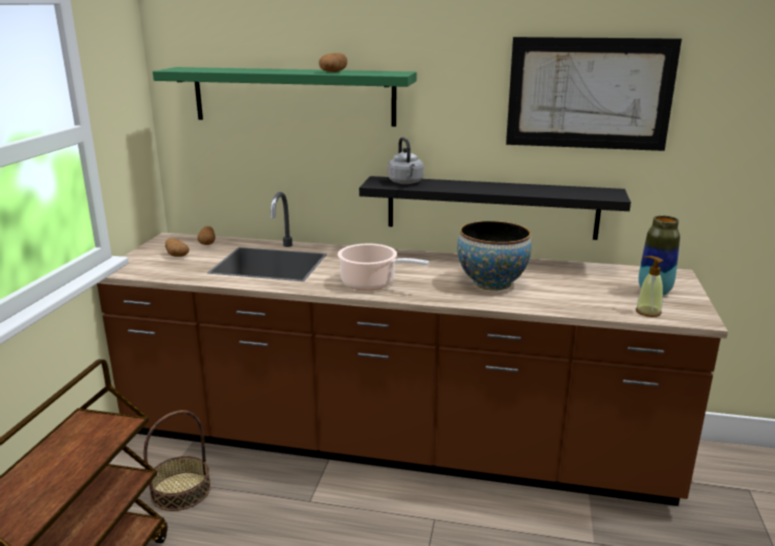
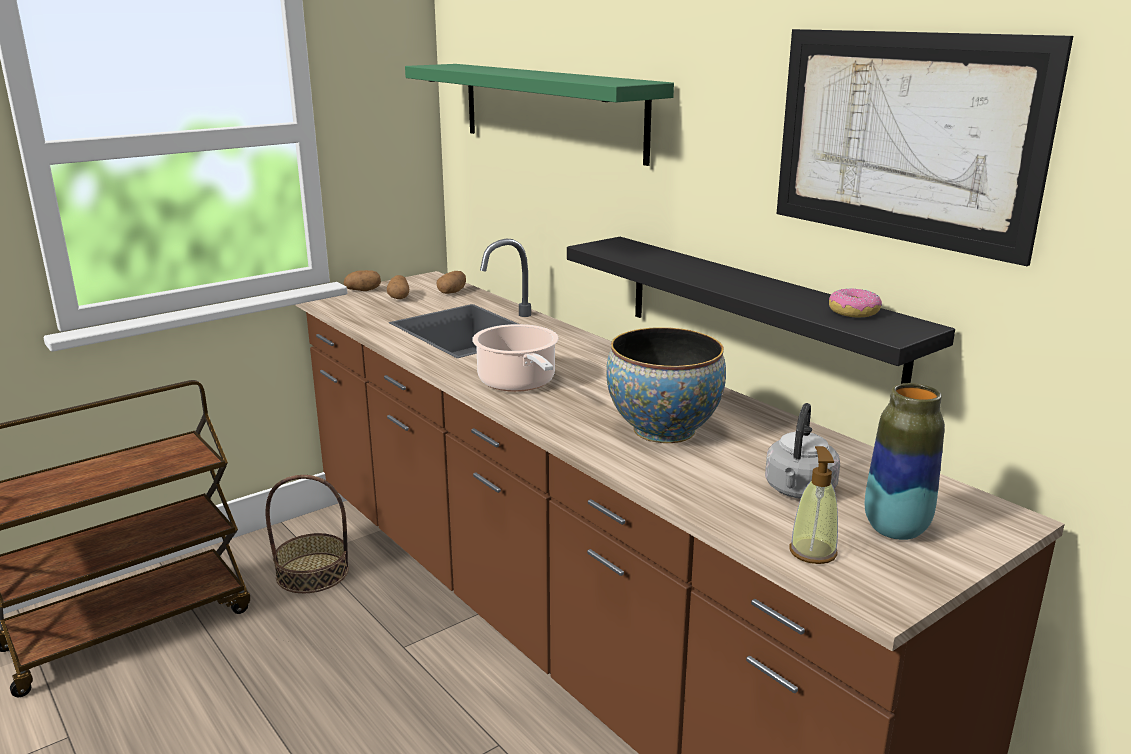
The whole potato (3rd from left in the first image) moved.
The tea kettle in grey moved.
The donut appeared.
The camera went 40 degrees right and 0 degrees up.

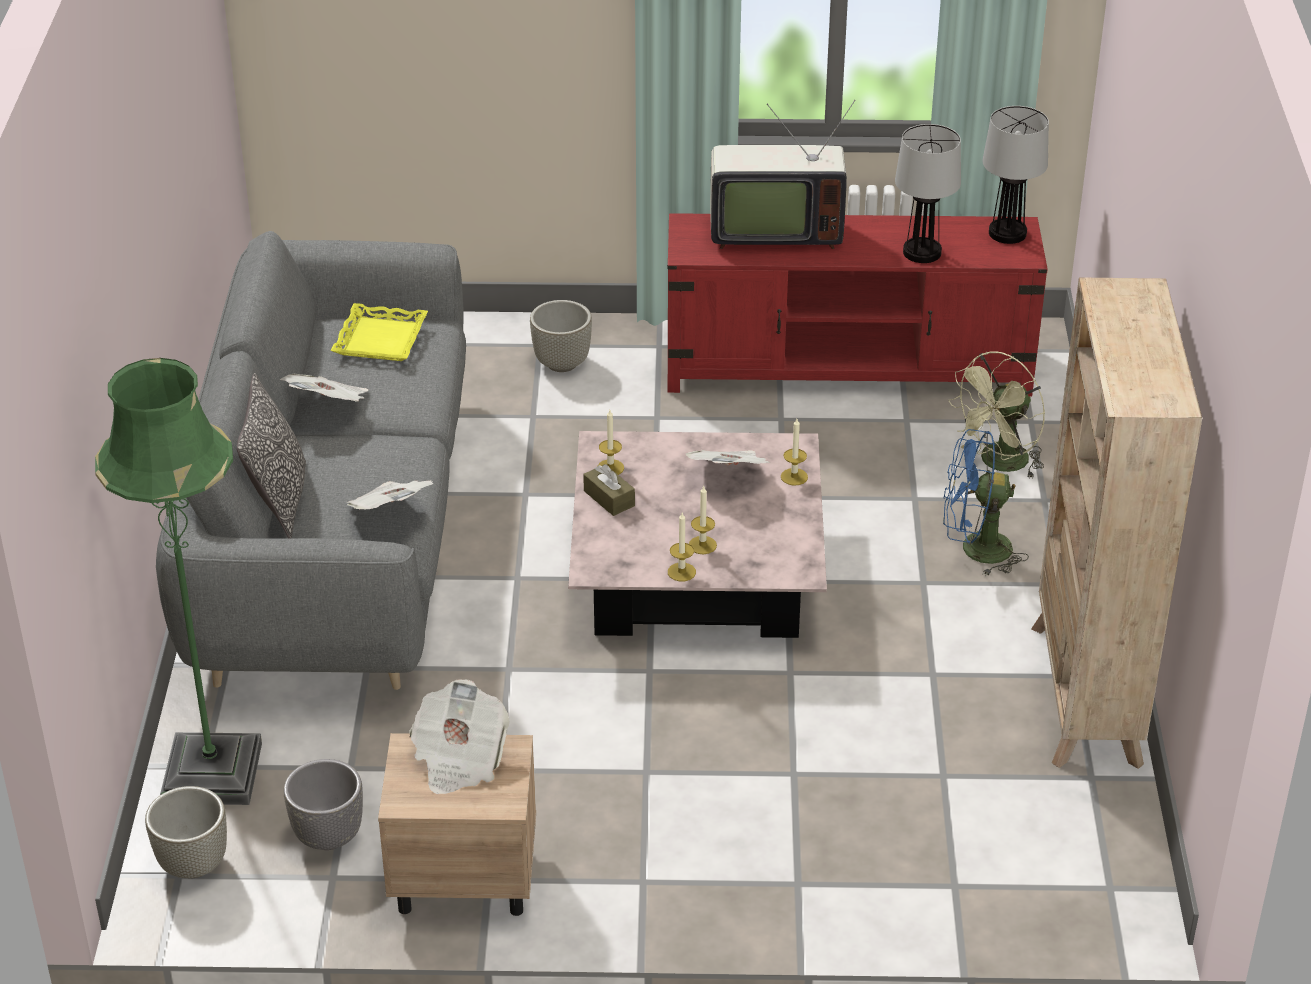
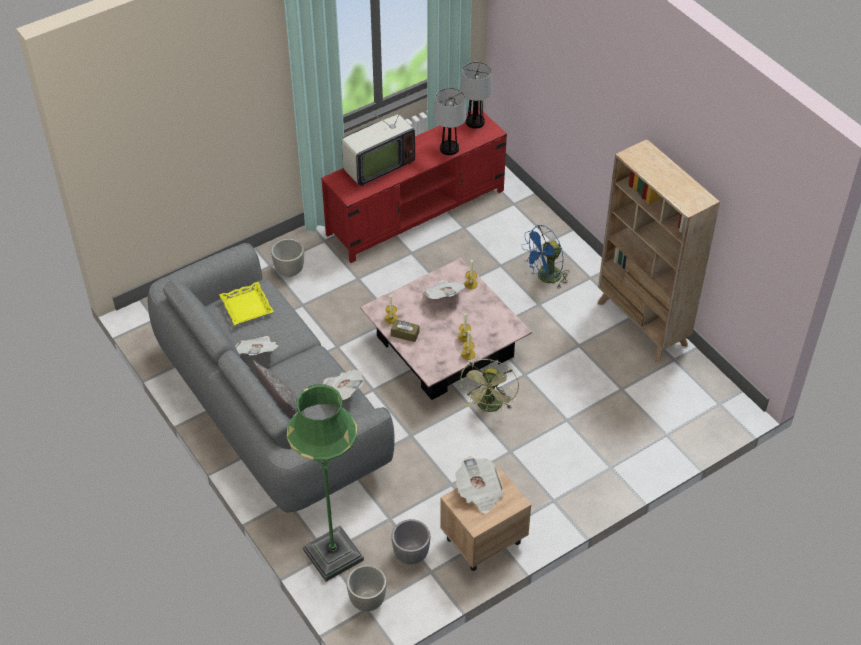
The electric fan in greenish moved.
The camera went 35 degrees left and 10 degrees up.

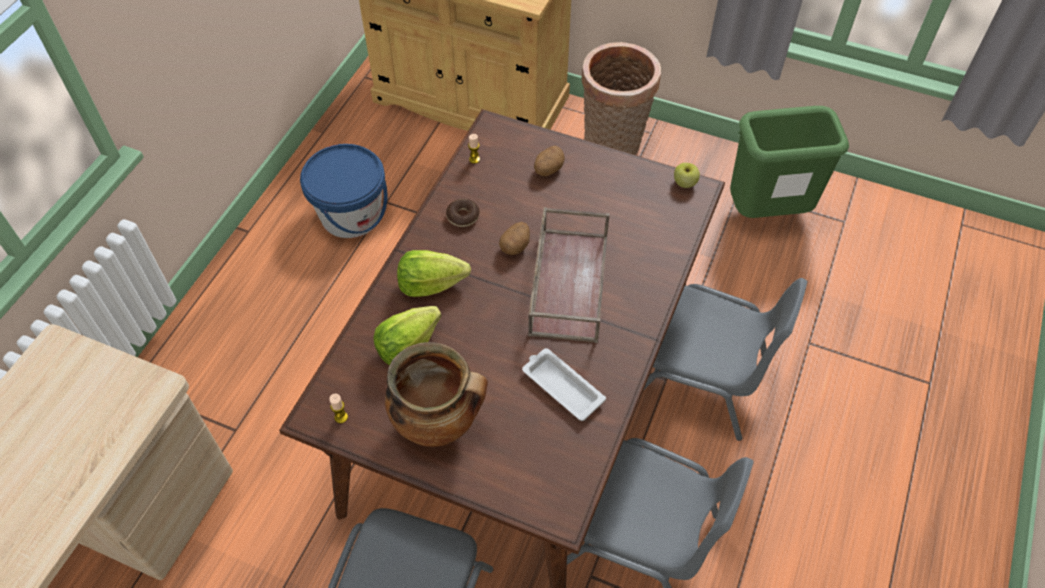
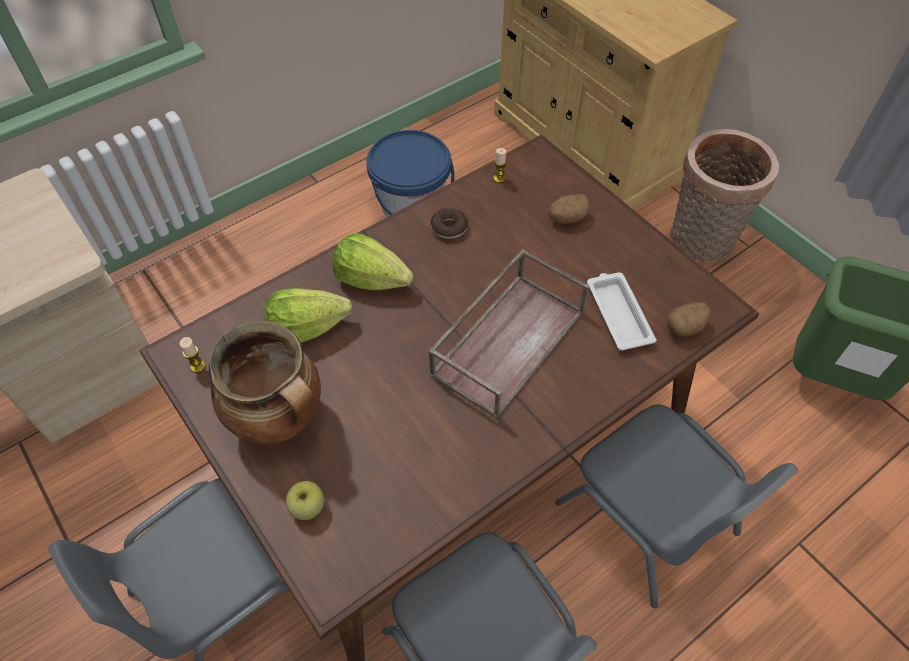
The apple moved.
The tray in whitish moved.
The whole potato (1st from left in the first image) moved.
The camera went 30 degrees right and 0 degrees up.

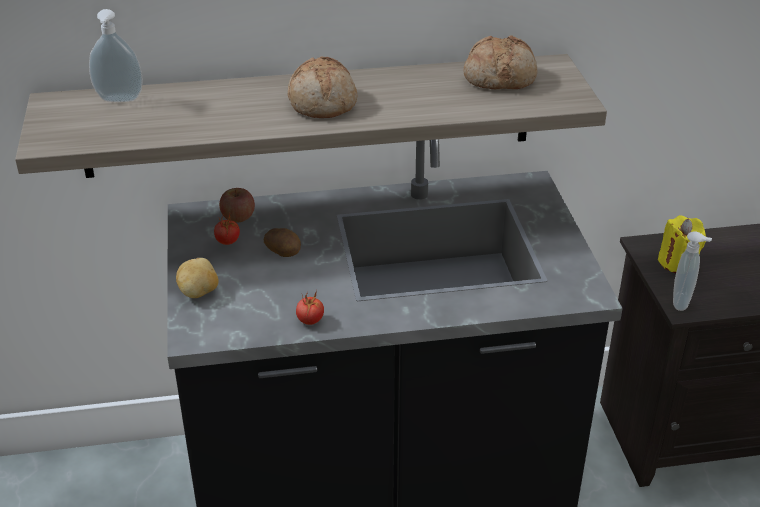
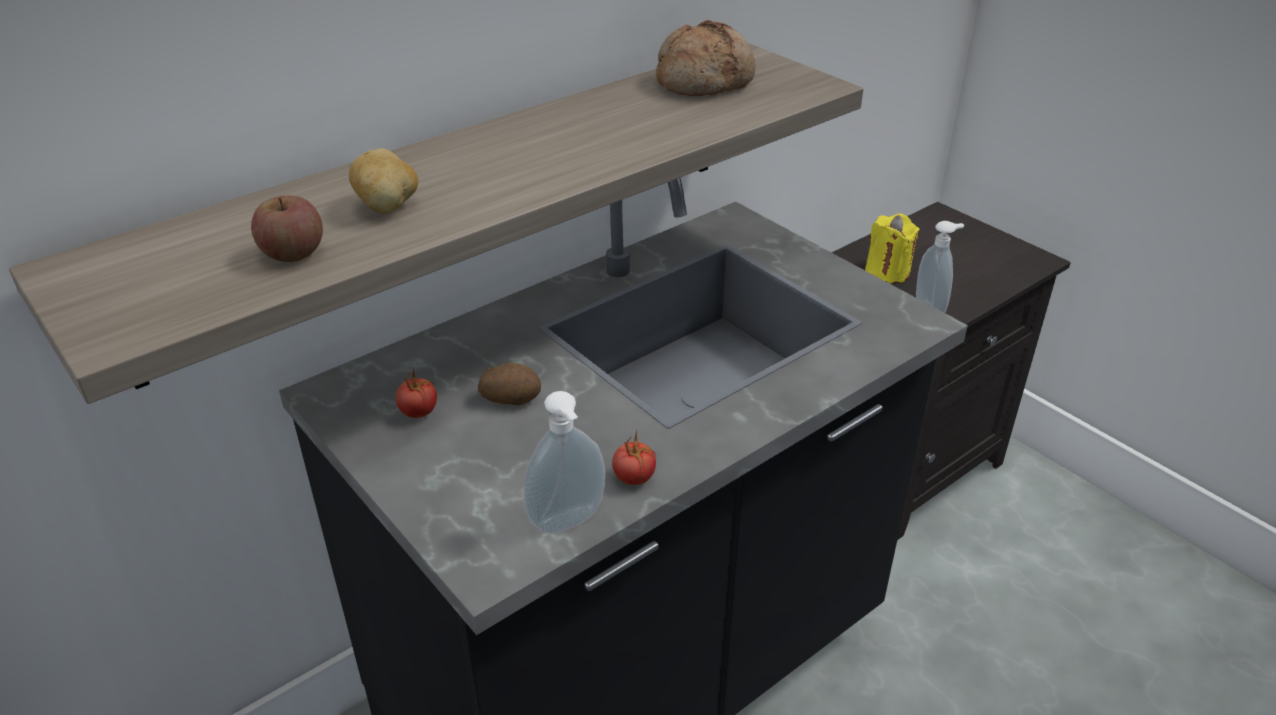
The apple moved.
The whole potato (1st from left) moved.
The soap dispenser (1st from left) moved.
The bakery bread (1st from left) disappeared.
The camera went 30 degrees left and 0 degrees up.

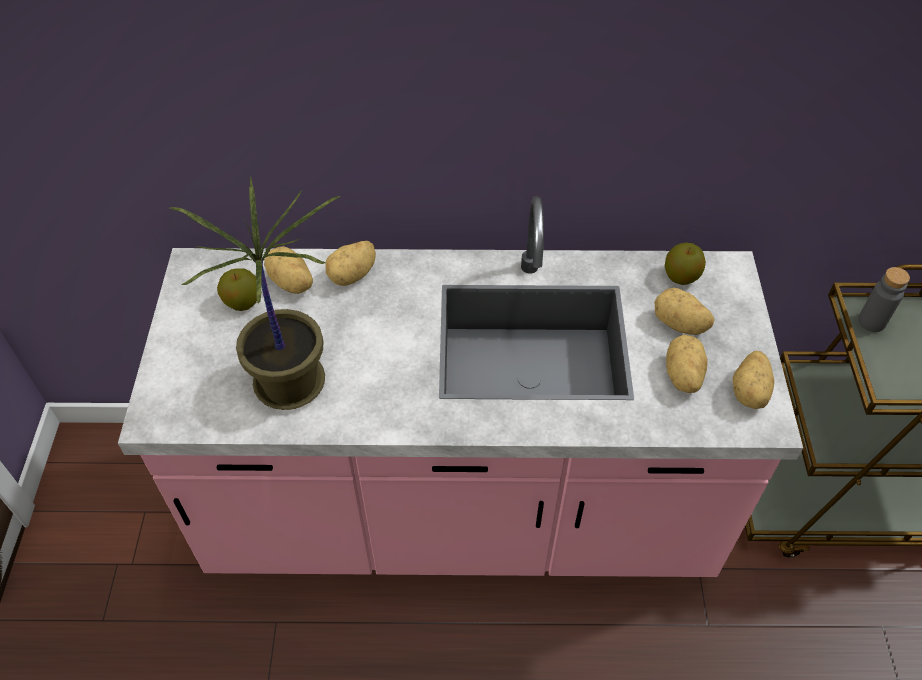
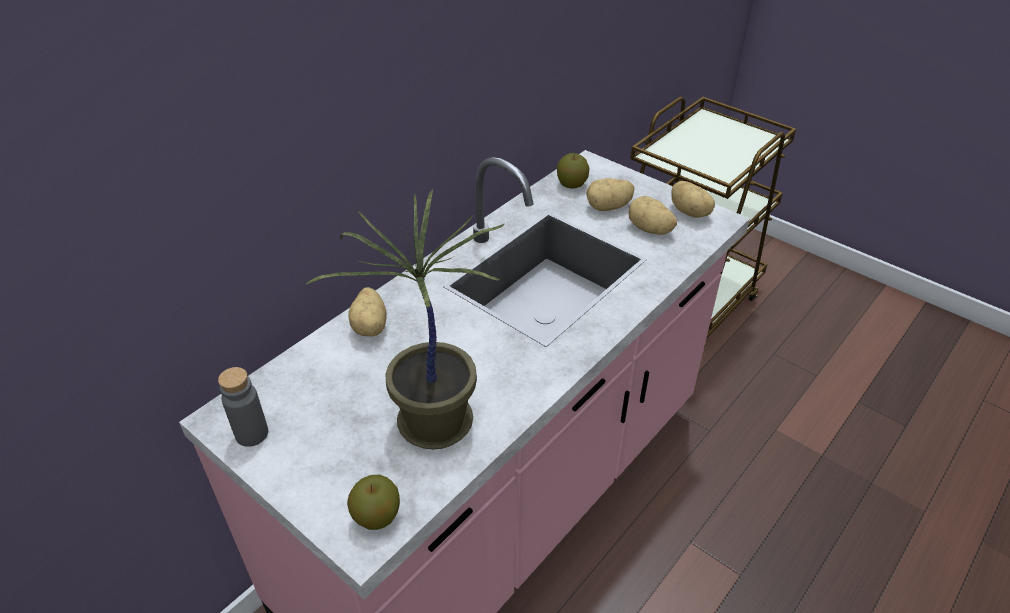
The beverage bottle in grey moved.
The apple (1st from left) moved.
The whole potato (1st from left) disappeared.
The camera went 50 degrees left and 10 degrees down.

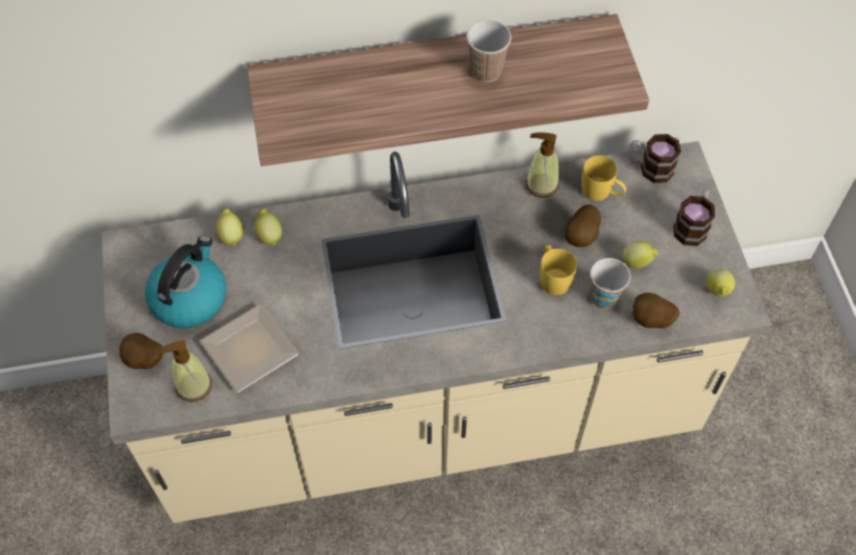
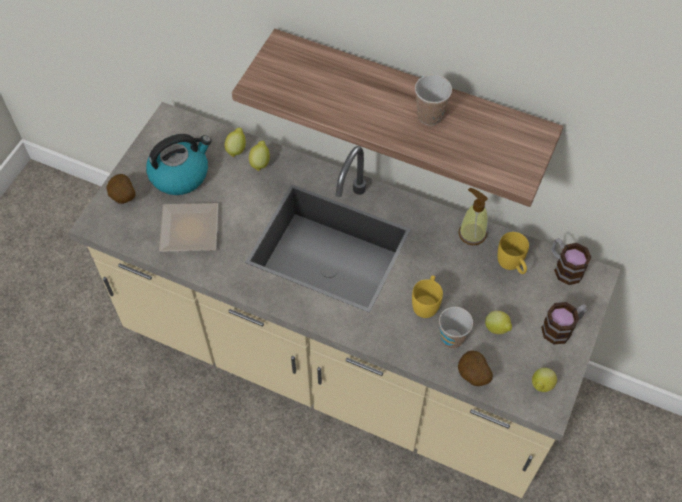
The soap dispenser (1st from left) disappeared.
The whole potato (2nd from left) disappeared.
The camera went 35 degrees right and 0 degrees up.

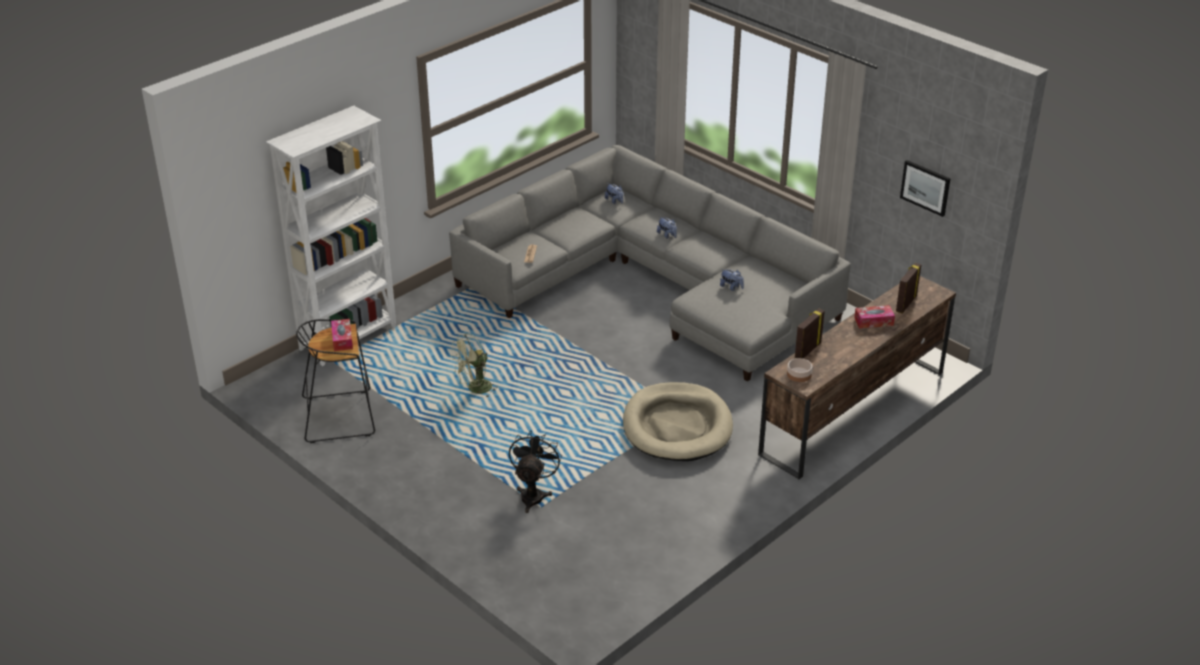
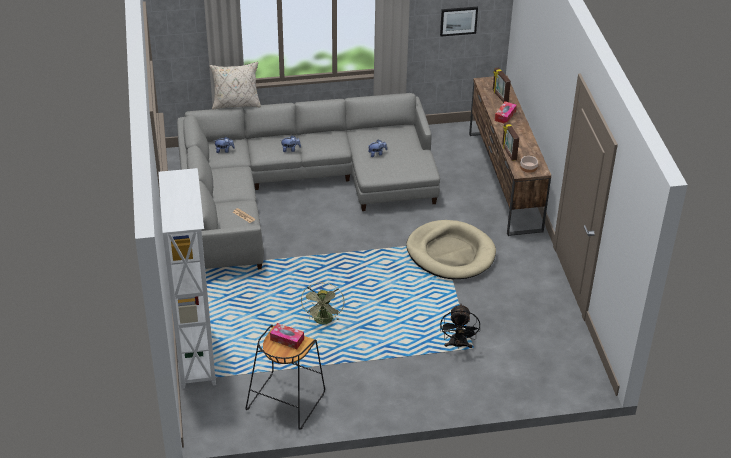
The throw pillow in beige-coloured appeared.
The electric fan in black turned 135 degrees counterclockwise.
The camera went 55 degrees left and 5 degrees up.

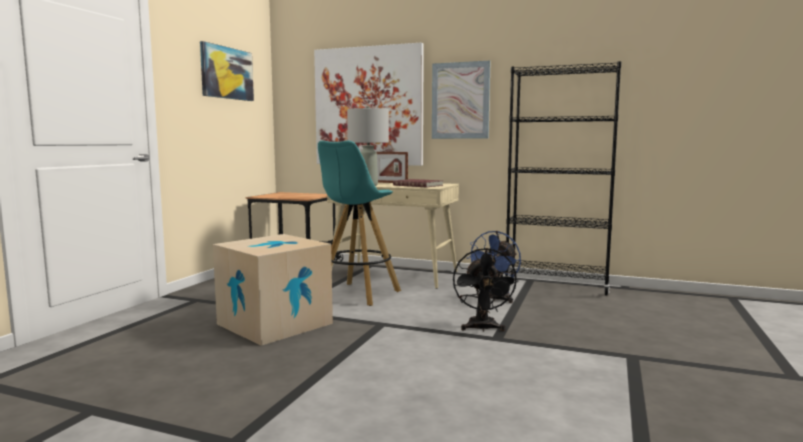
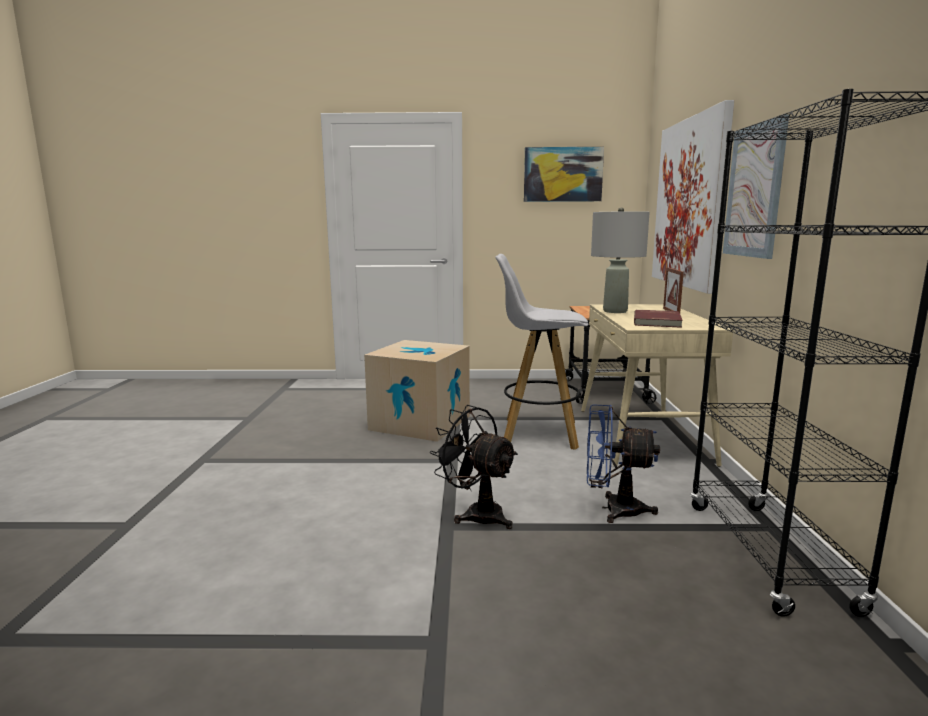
The electric fan in black turned 60 degrees clockwise.
The sitting stool in turquoise became the sitting stool in whitish.
The camera went 70 degrees right and 5 degrees up.

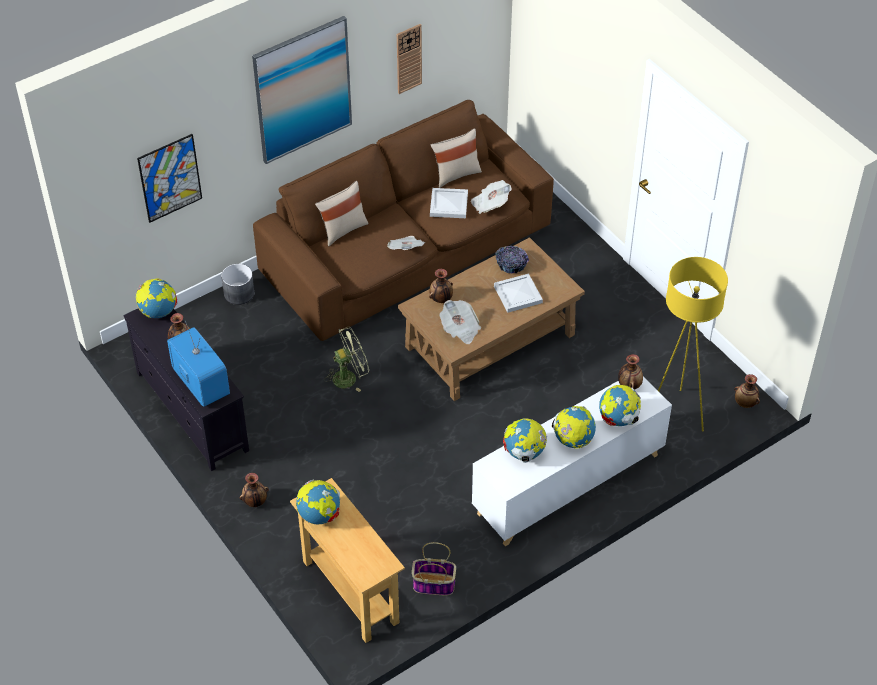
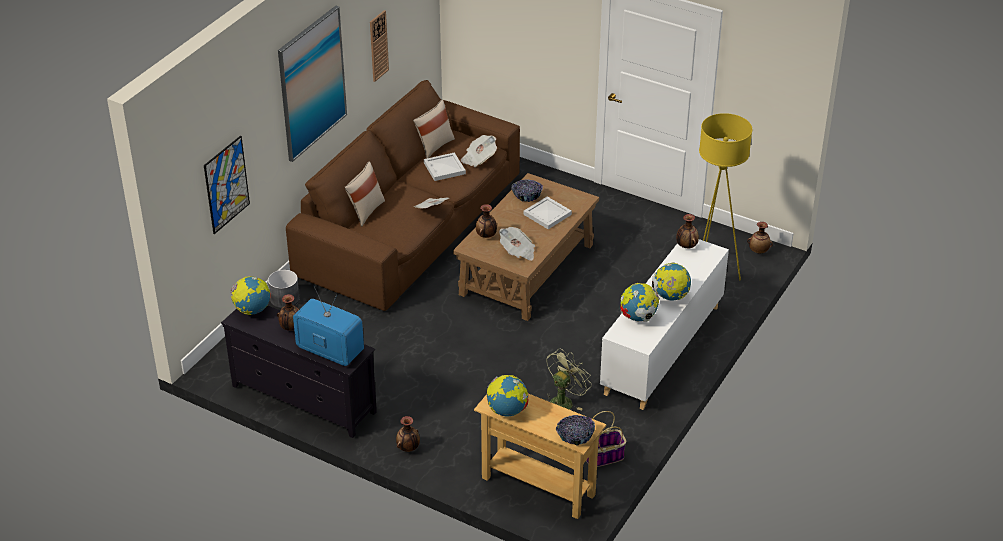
The electric fan in greenish moved.
The bowl (2nd from left) appeared.
The globe (5th from left) disappeared.
The camera went 25 degrees left and 10 degrees down.

